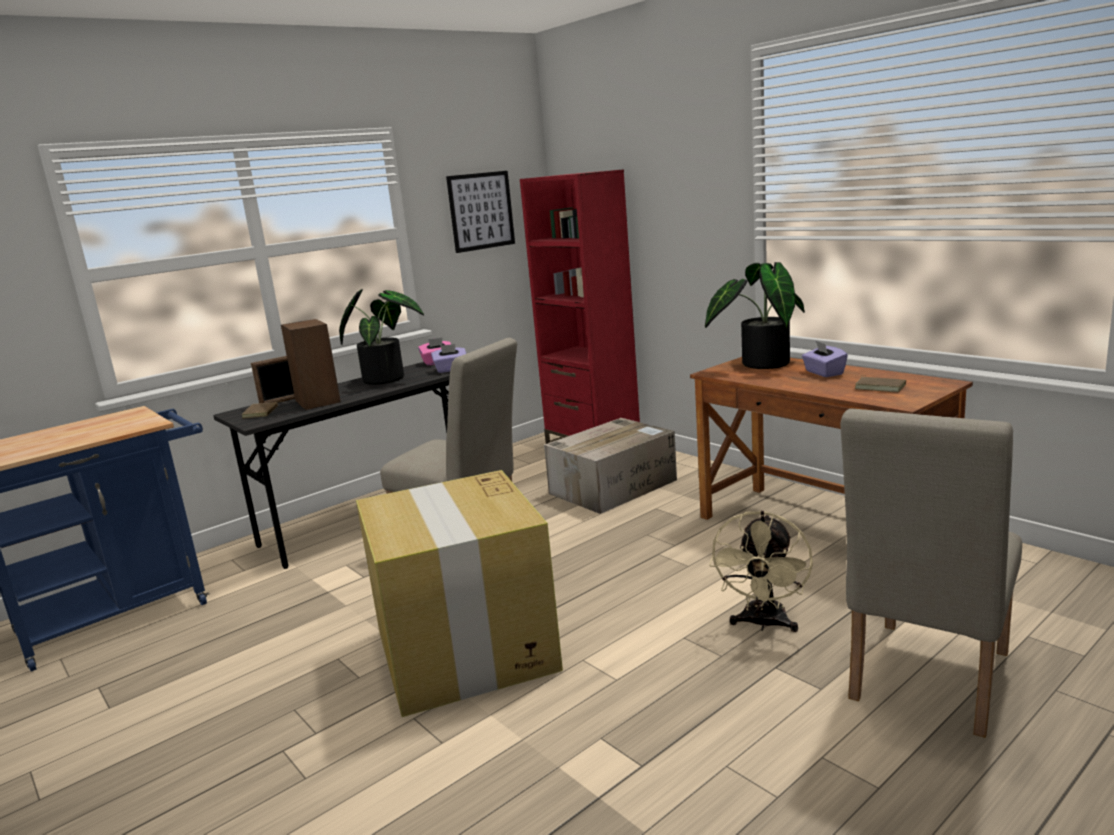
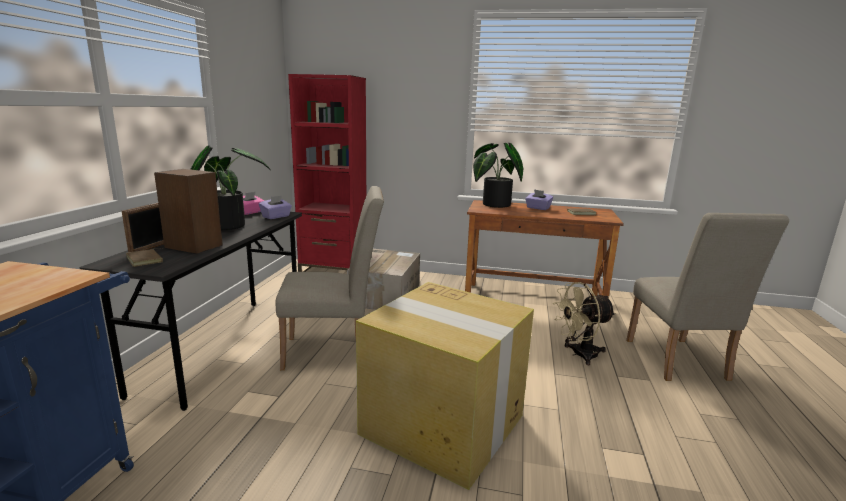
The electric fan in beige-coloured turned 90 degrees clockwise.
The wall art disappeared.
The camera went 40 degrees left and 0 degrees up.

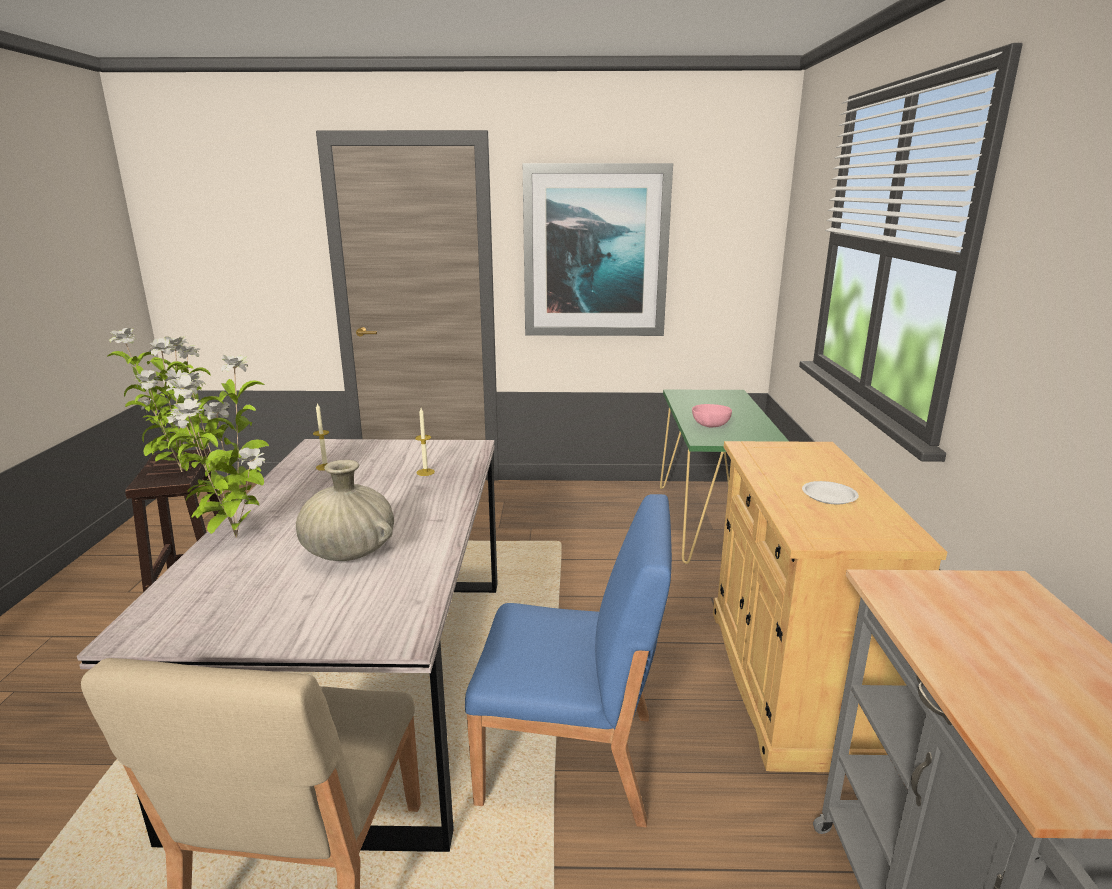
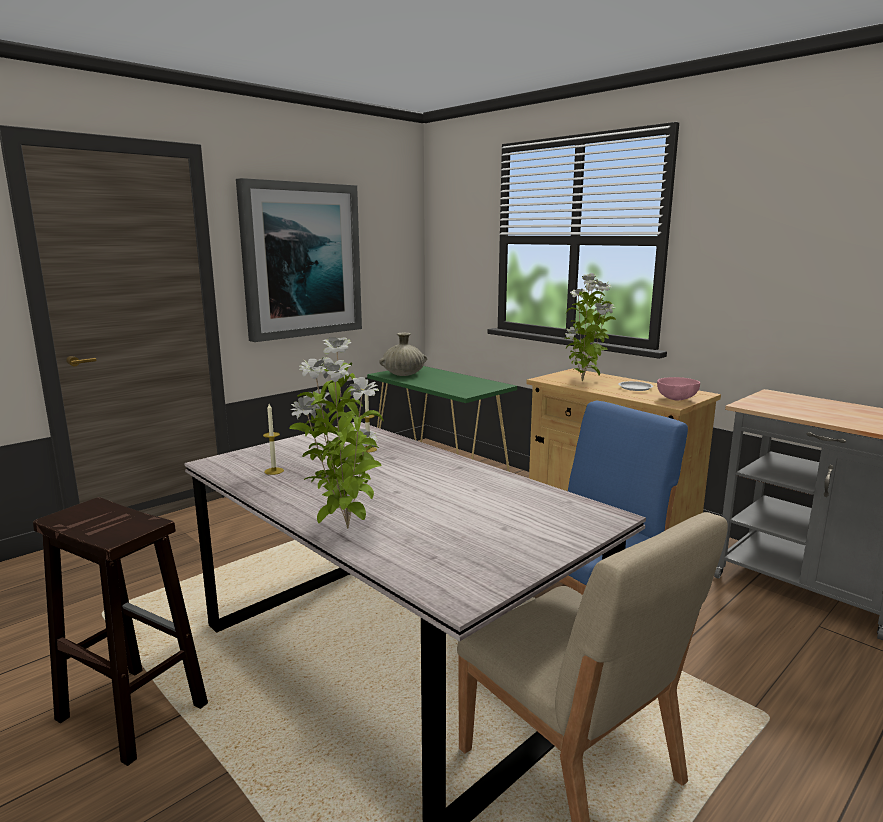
The decorative vase in beige-coloured moved.
The plant in a pot (1st from left in the first image) moved.
The bowl in pink moved.
The camera went 45 degrees left and 5 degrees down.

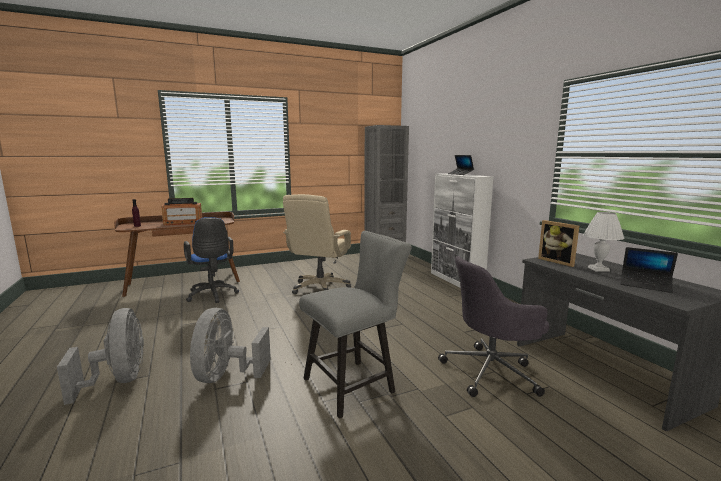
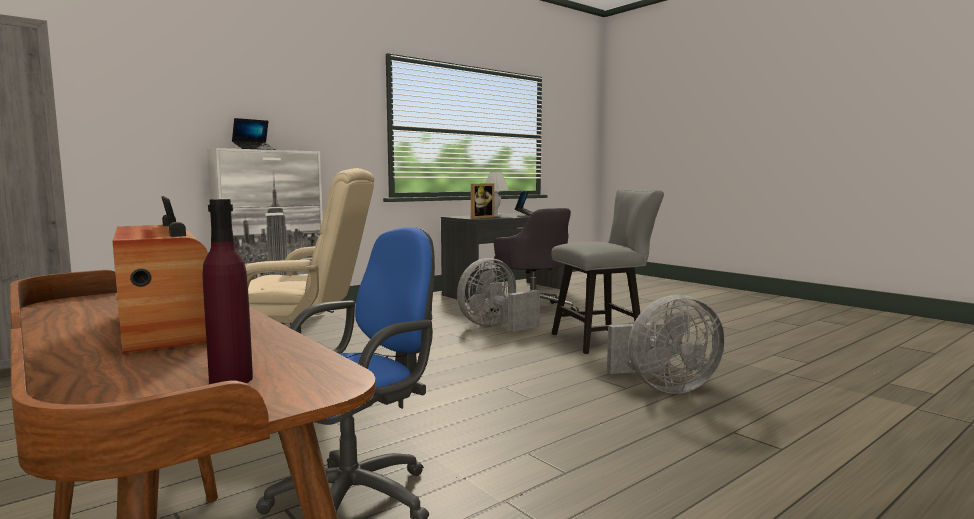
The electric fan in grey (1st from left) moved.
The upright chair in grey turned 120 degrees clockwise.
The camera went 105 degrees left and 5 degrees down.

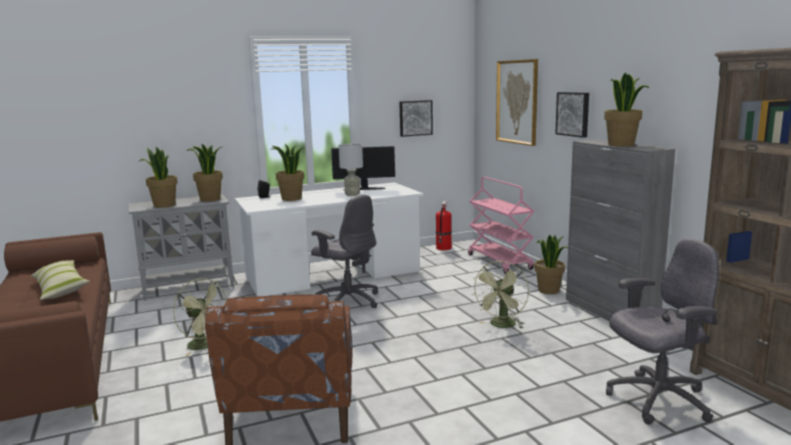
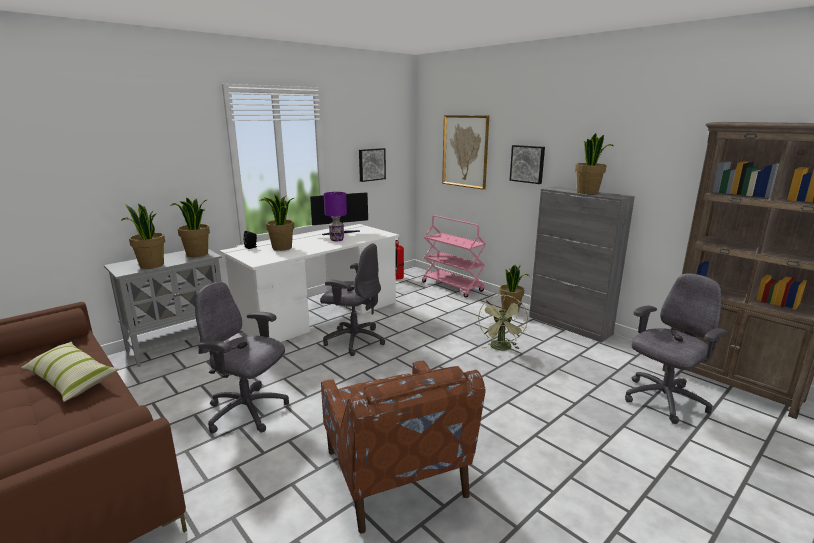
The electric fan in greenish (1st from left) was replaced by the computer chair in grey (1st from left).
The tabletop lamp in grey became the tabletop lamp in purple-coloured.
The camera went 20 degrees left and 5 degrees up.

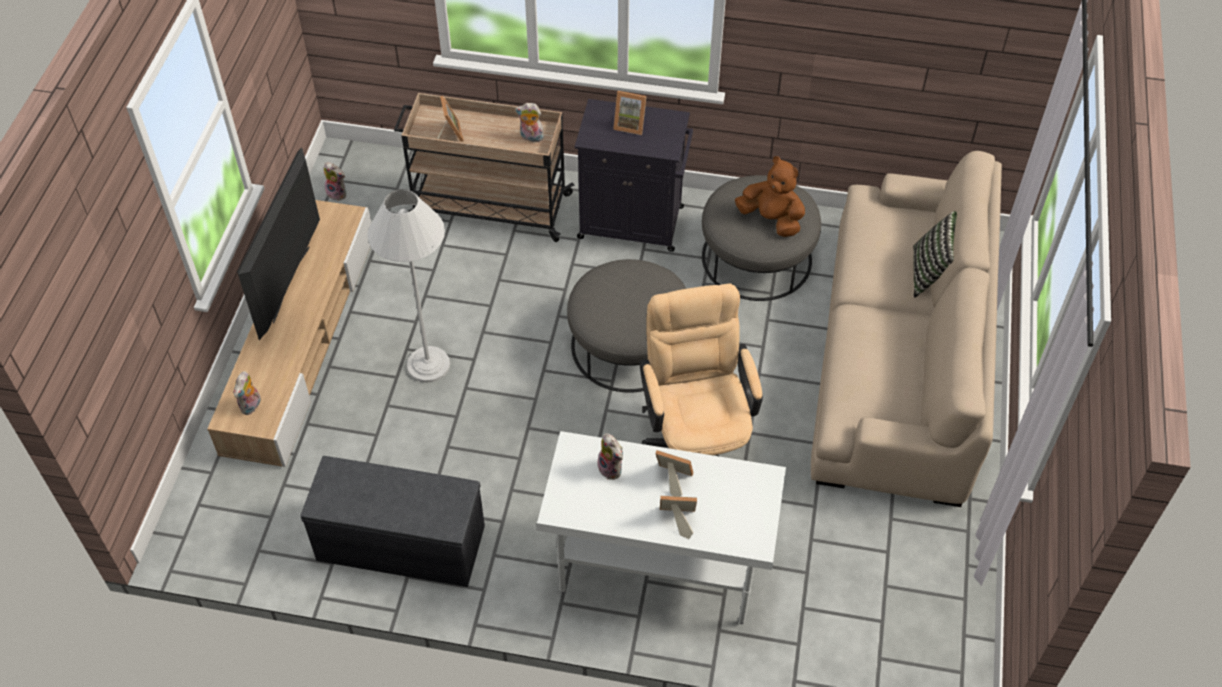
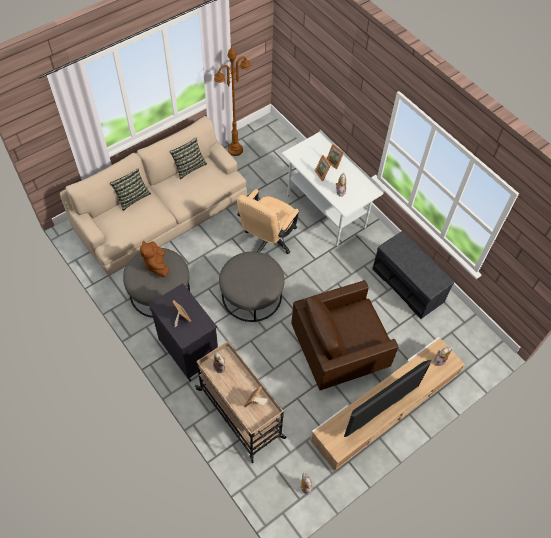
The throw pillow (2nd from left) appeared.
The standing lamp in brown appeared.
The standing lamp in whitish was replaced by the lounge chair in brown.
The camera went 140 degrees left and 5 degrees up.

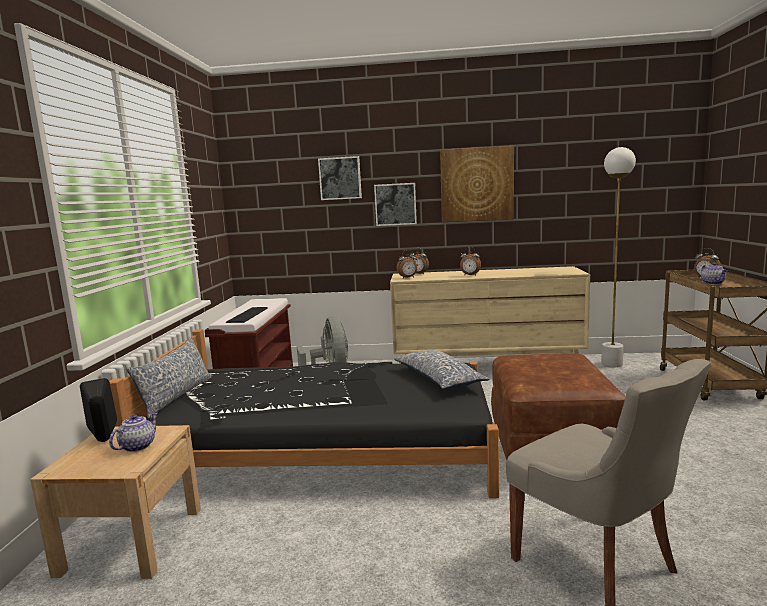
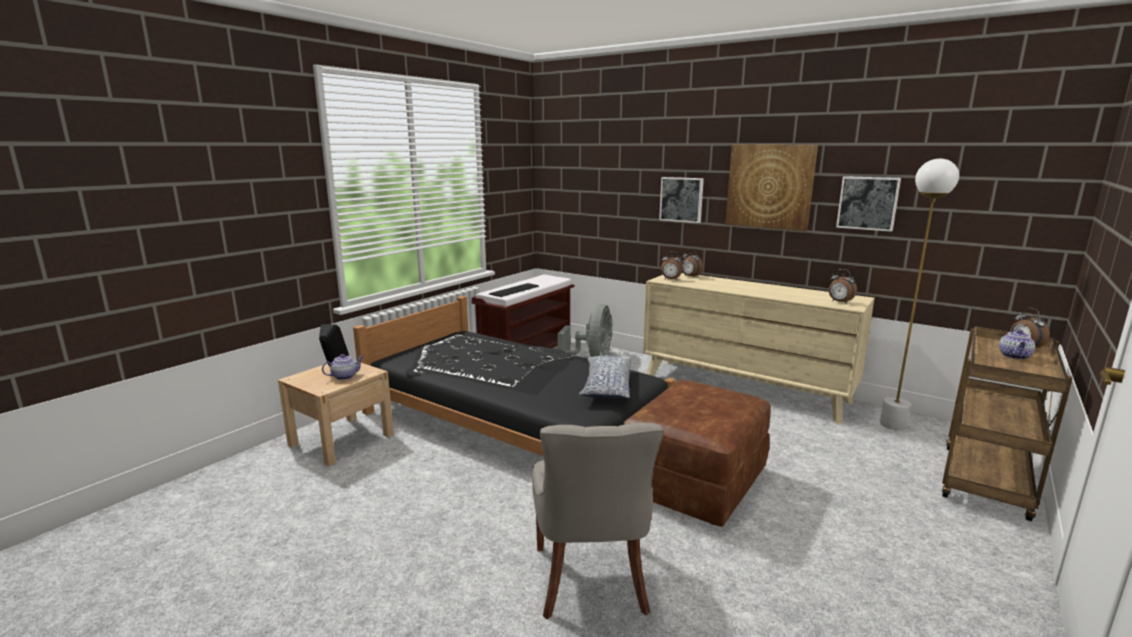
The bedside clock (3rd from left) moved.
The wall art (1st from left in the first image) moved.
The throw pillow (1st from left) disappeared.
The camera went 30 degrees right and 5 degrees up.

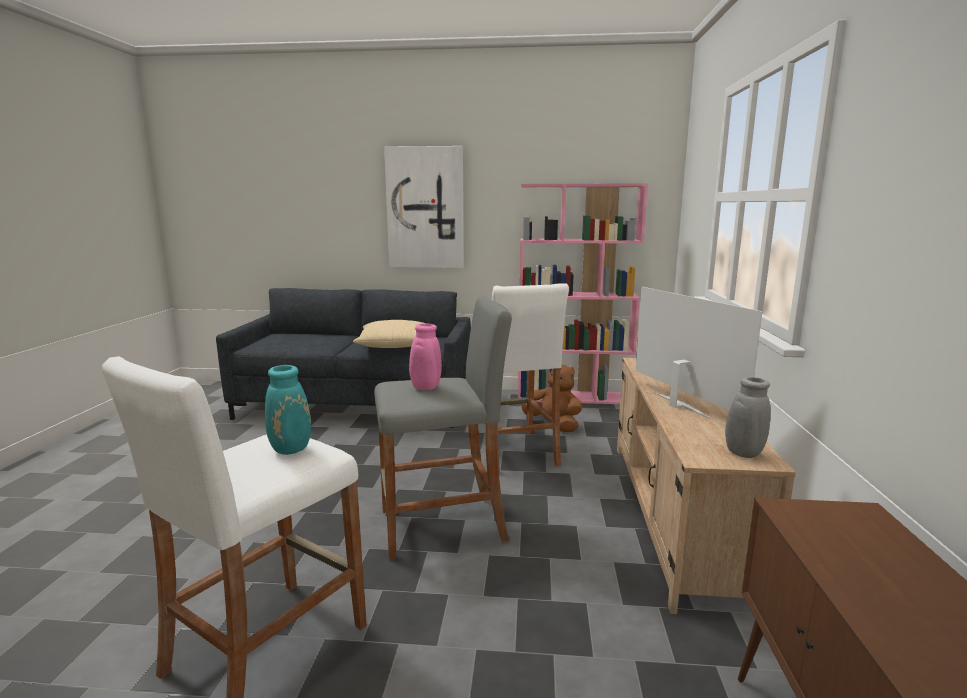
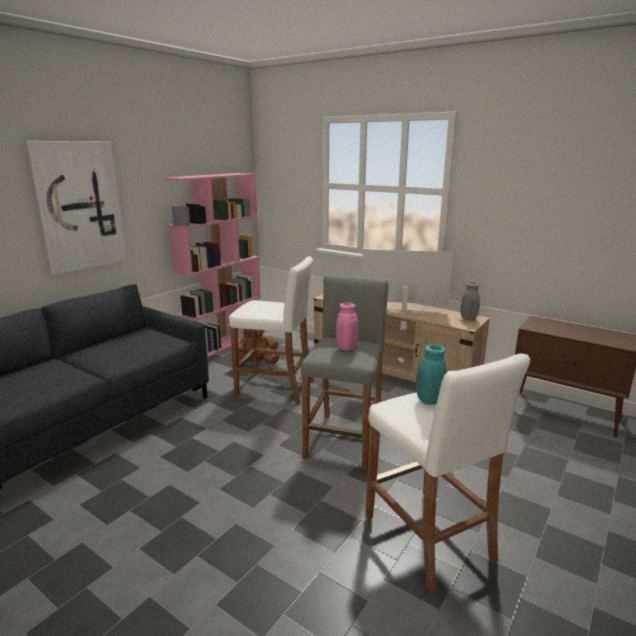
The throw pillow in beige-coloured disappeared.
The camera went 60 degrees left and 5 degrees up.

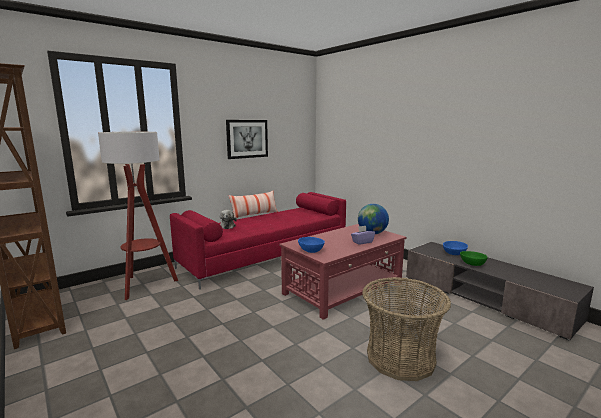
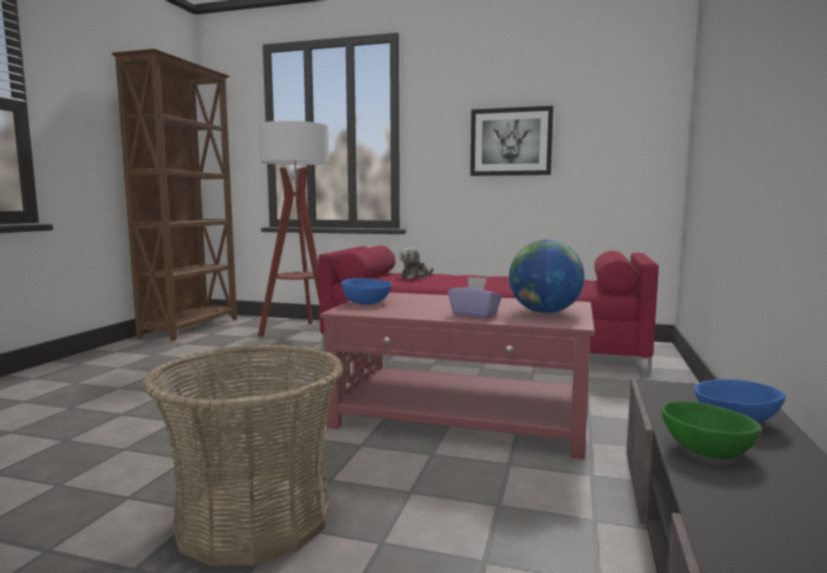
The throw pillow disappeared.
The camera went 55 degrees right and 5 degrees down.

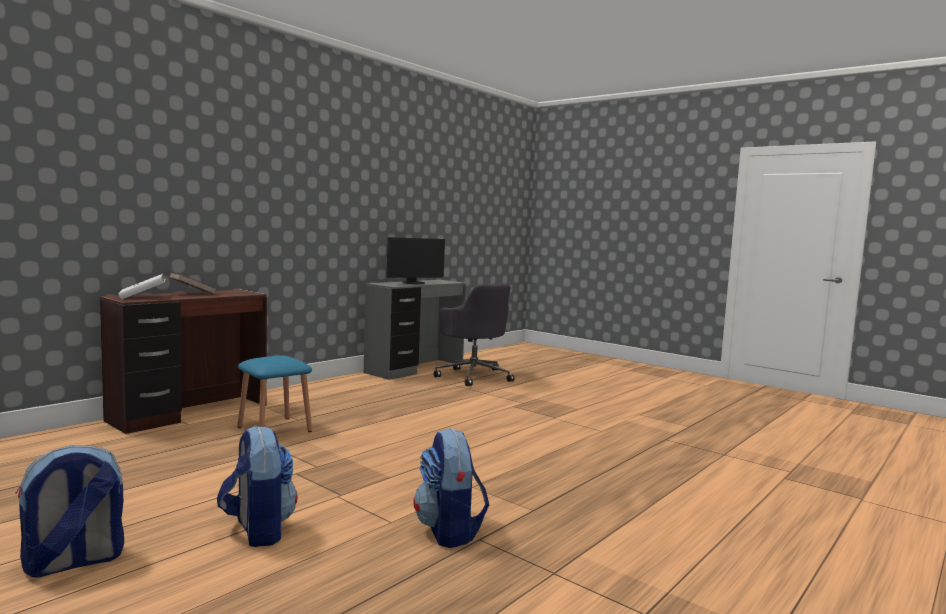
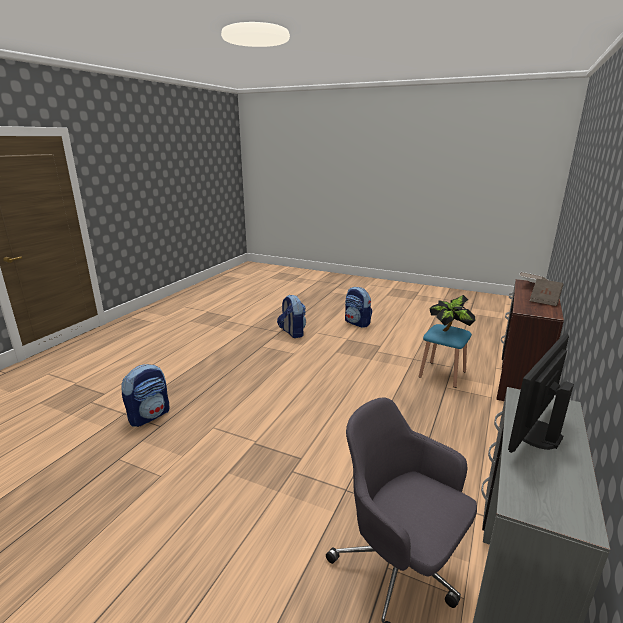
The knapsack (1st from left) moved.
The plant in a pot appeared.
The camera went 165 degrees right and 15 degrees up.

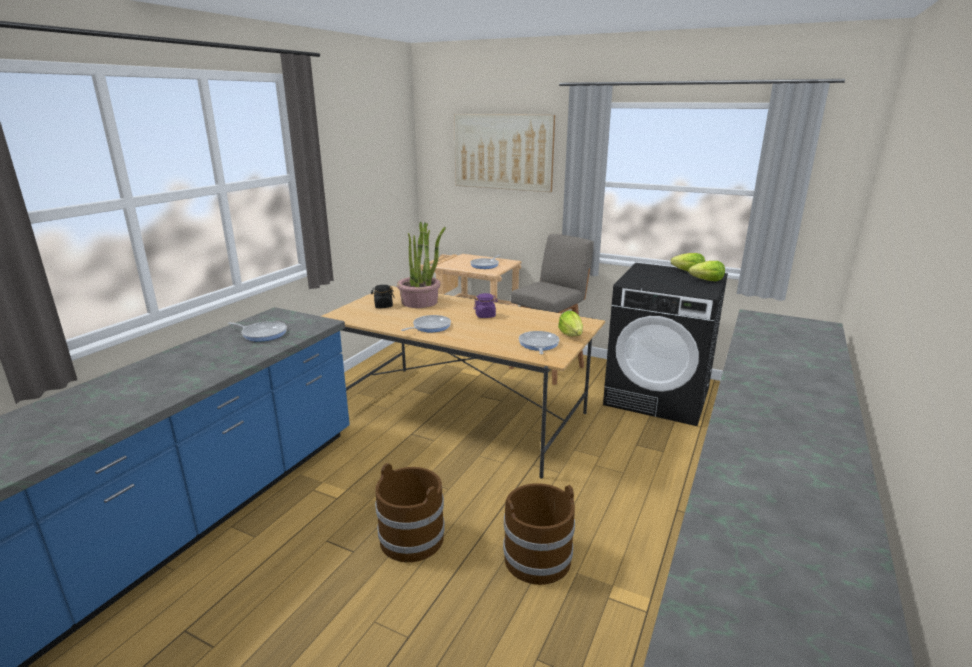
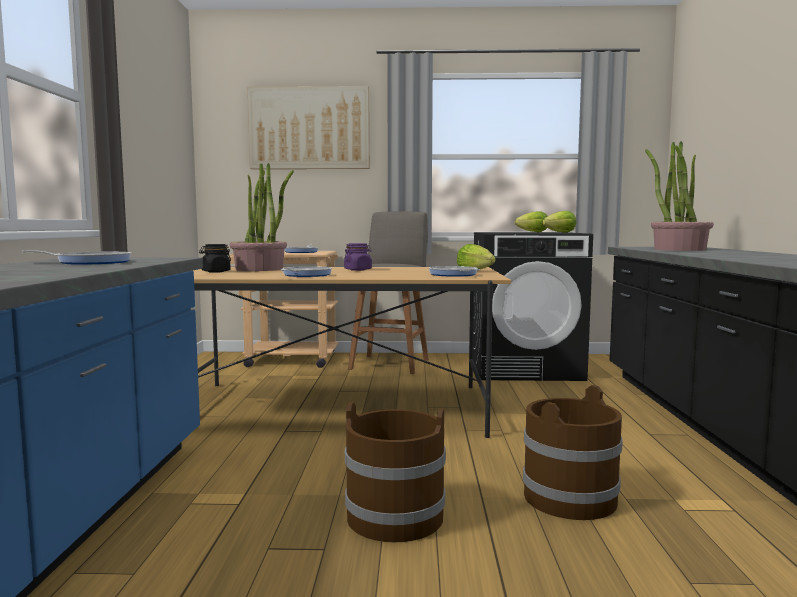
The plant in a pot (2nd from left) appeared.
The camera went 25 degrees left and 15 degrees down.

